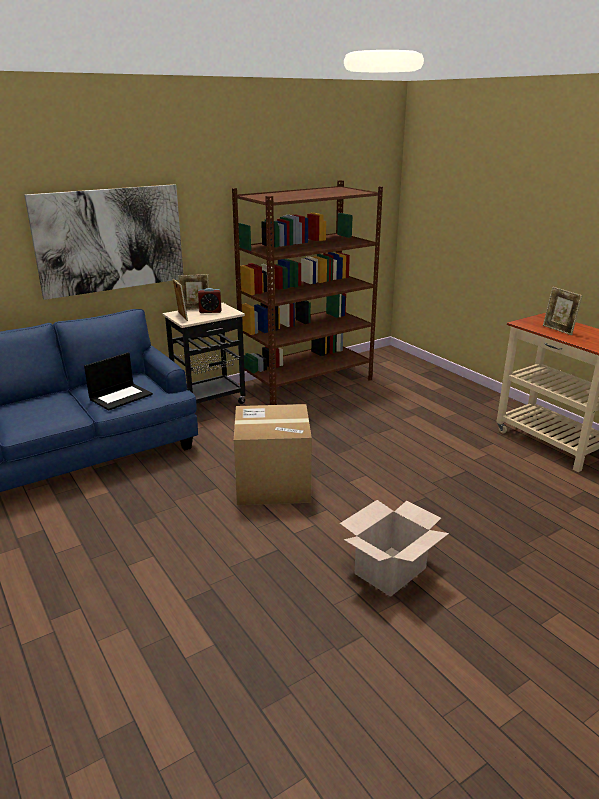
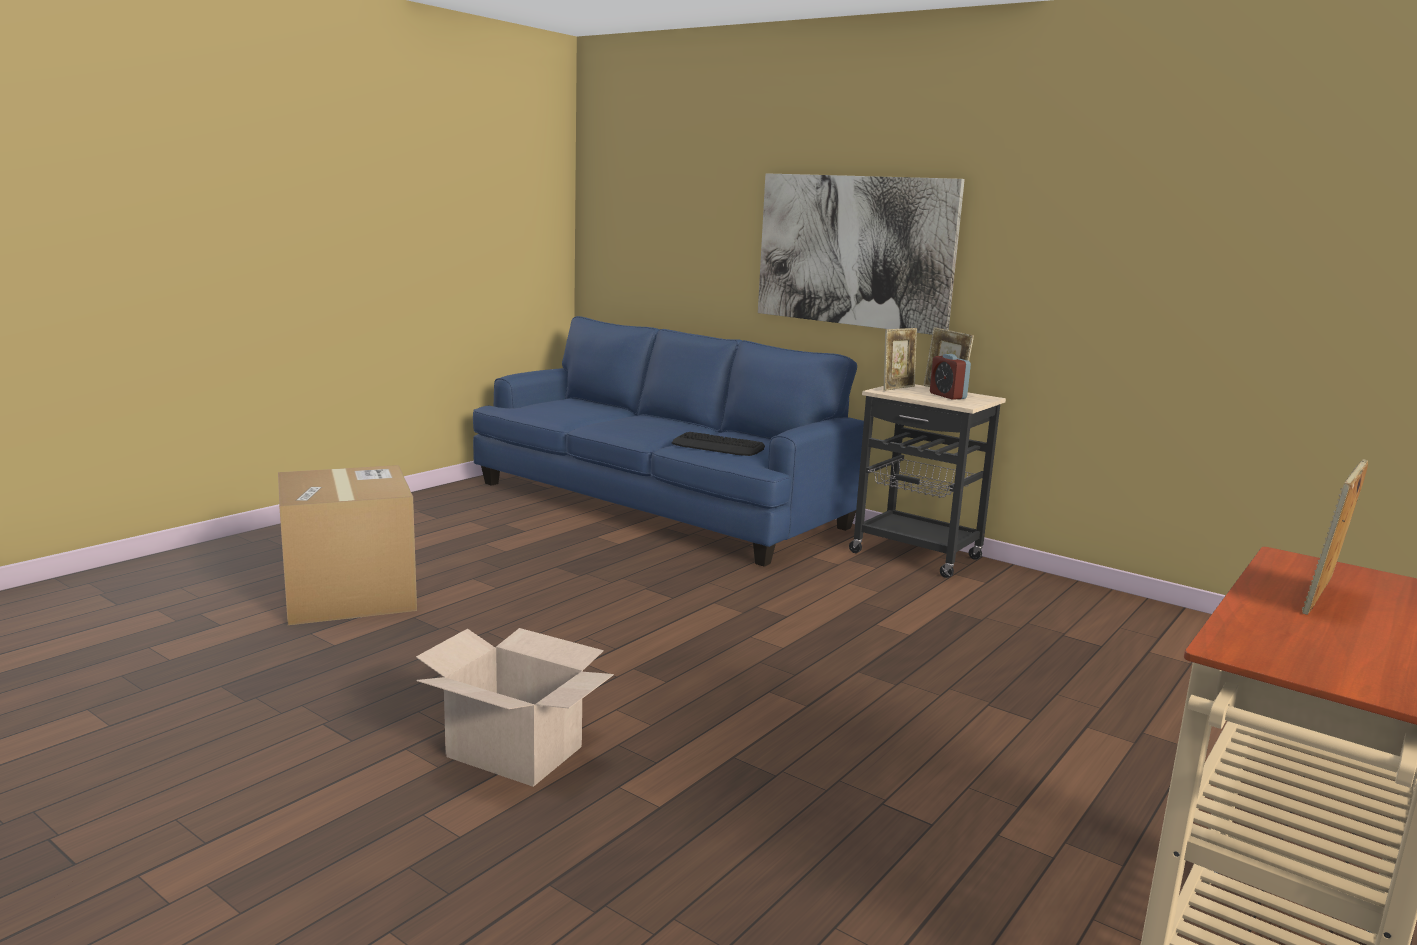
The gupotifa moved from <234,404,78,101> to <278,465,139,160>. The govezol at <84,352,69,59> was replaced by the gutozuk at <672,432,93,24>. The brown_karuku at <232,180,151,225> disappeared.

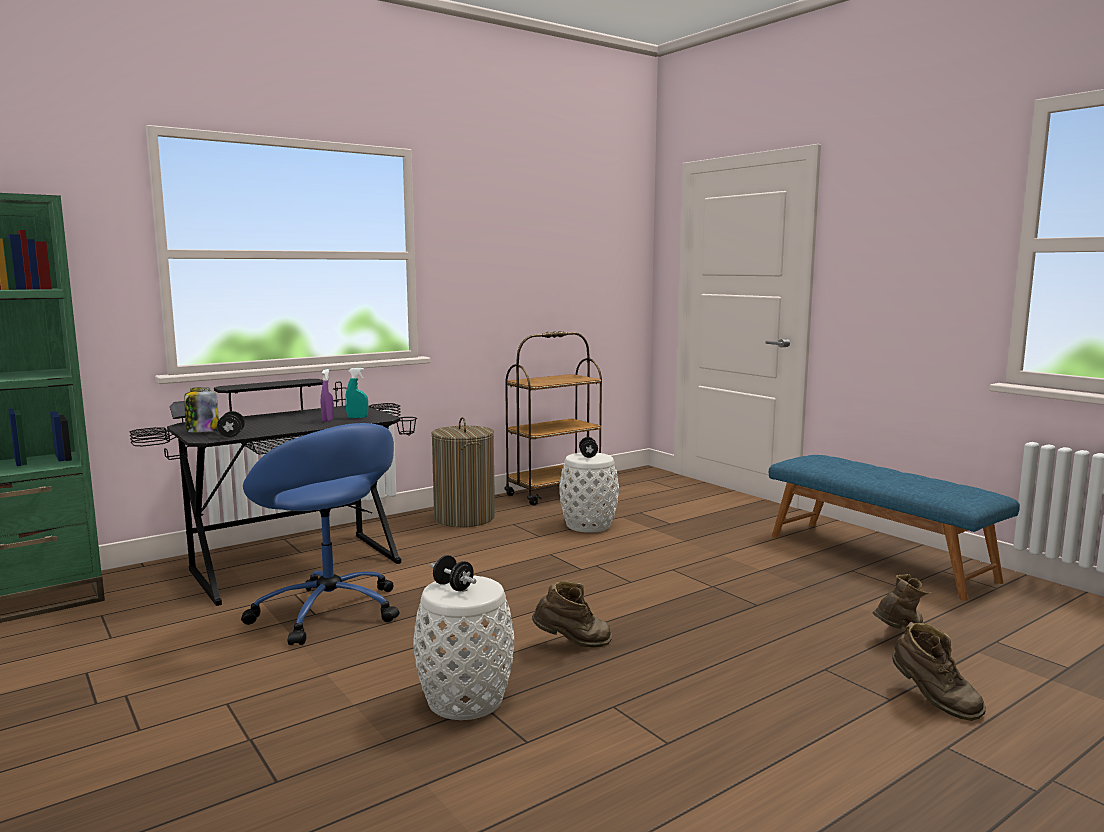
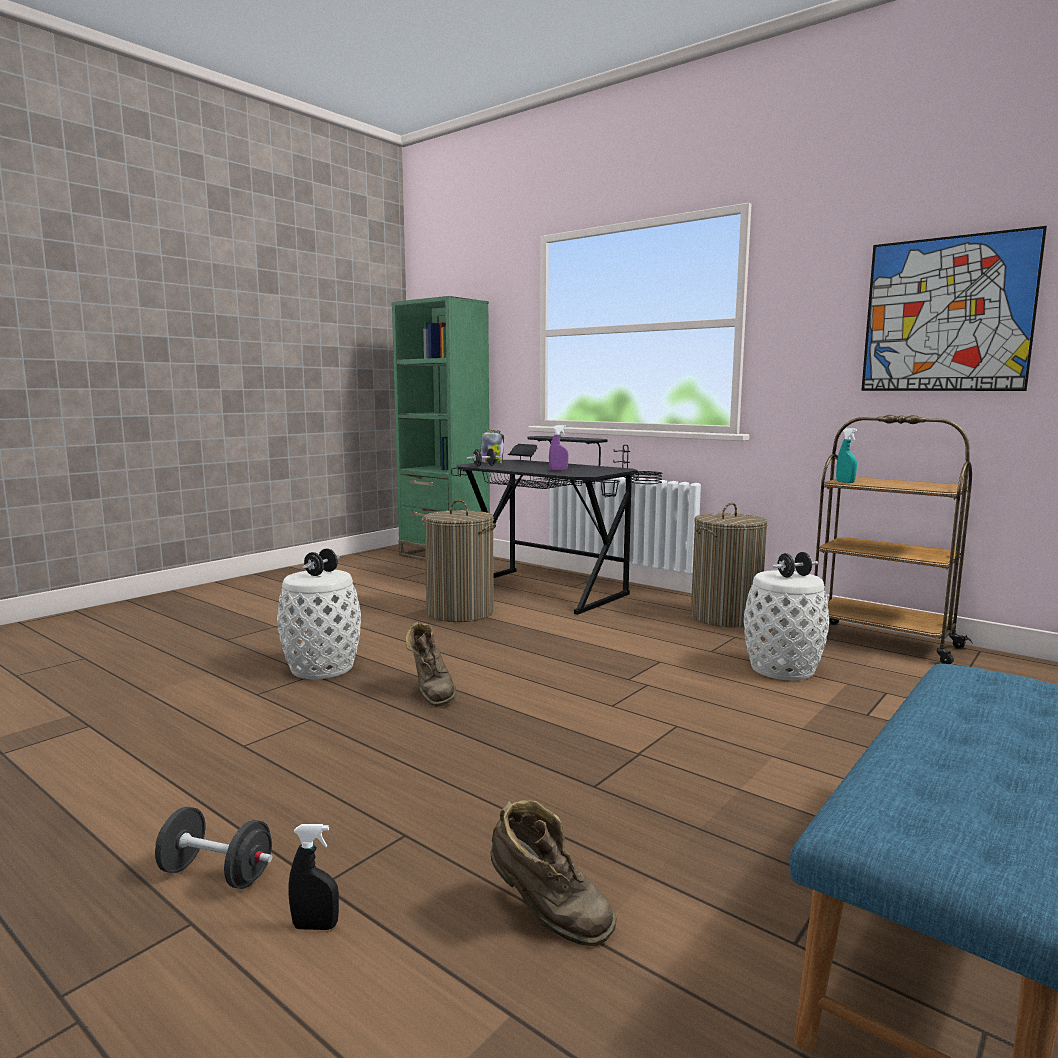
The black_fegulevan at <155,807,118,82> appeared. The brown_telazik at <892,622,94,99> was replaced by the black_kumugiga at <289,824,50,106>. The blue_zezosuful at <241,423,158,222> was replaced by the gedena at <422,500,74,122>. The turquoise_kumugiga moved from <345,368,23,50> to <836,428,21,55>. The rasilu at <861,226,186,165> appeared.

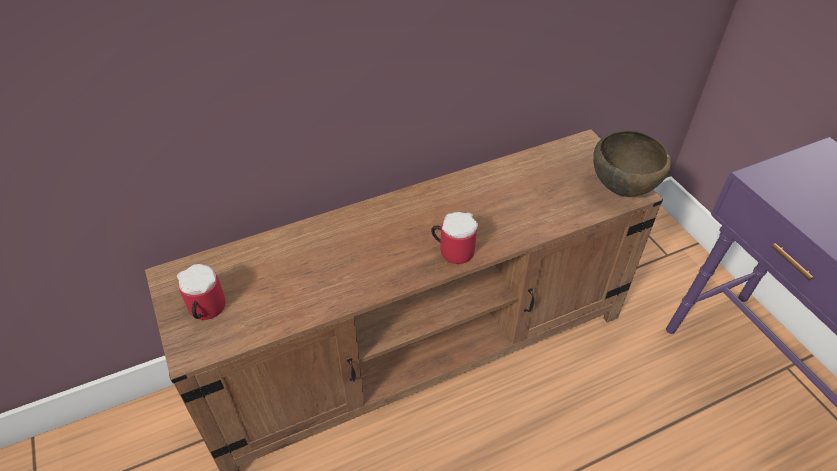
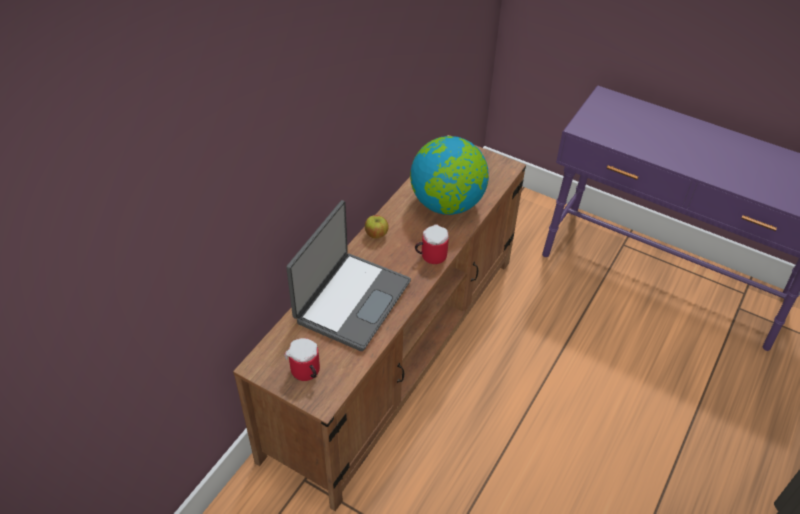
The govezol at <286,200,125,151> appeared. The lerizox at <365,215,24,24> appeared. The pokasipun at <410,136,79,79> appeared. The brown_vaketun at <593,130,78,67> disappeared.

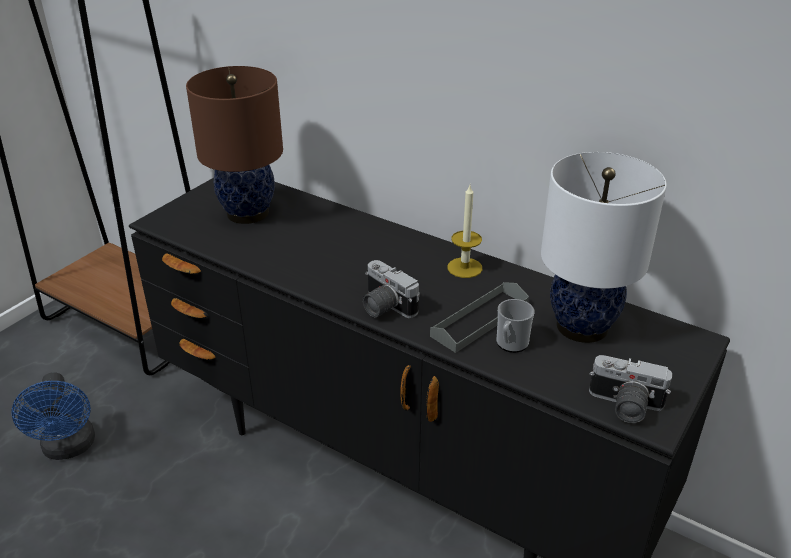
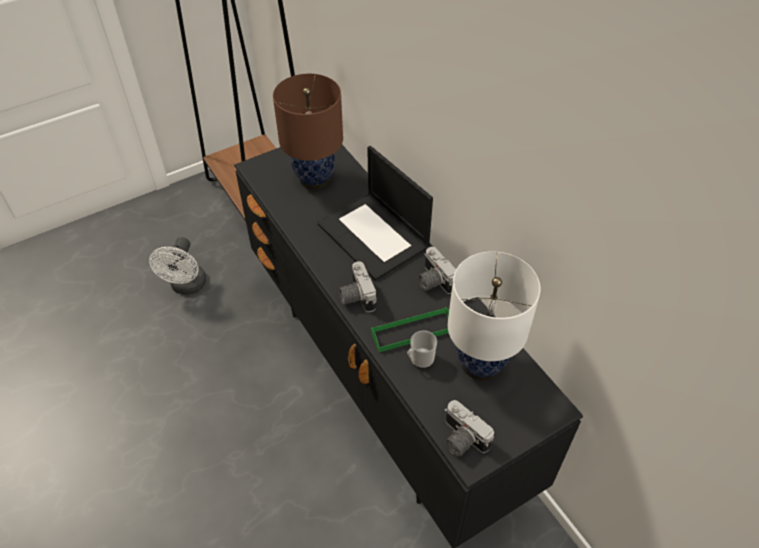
The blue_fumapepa at <11,372,84,88> became the white_fumapepa at <149,237,58,58>. The govezol at <317,146,116,135> appeared. The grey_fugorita at <430,282,99,71> became the green_fugorita at <371,307,78,45>. The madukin at <447,185,36,93> was replaced by the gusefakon at <418,247,38,47>.

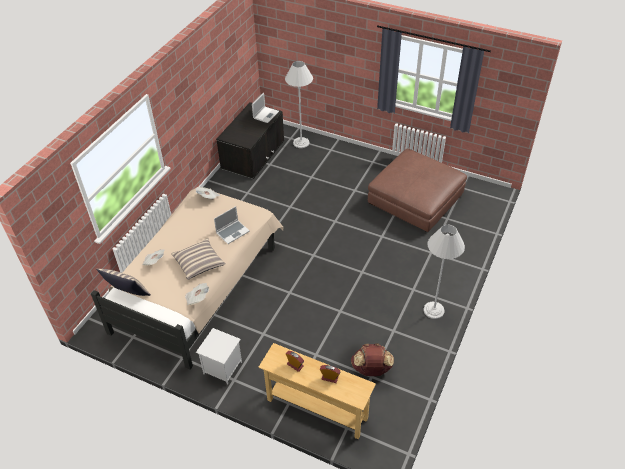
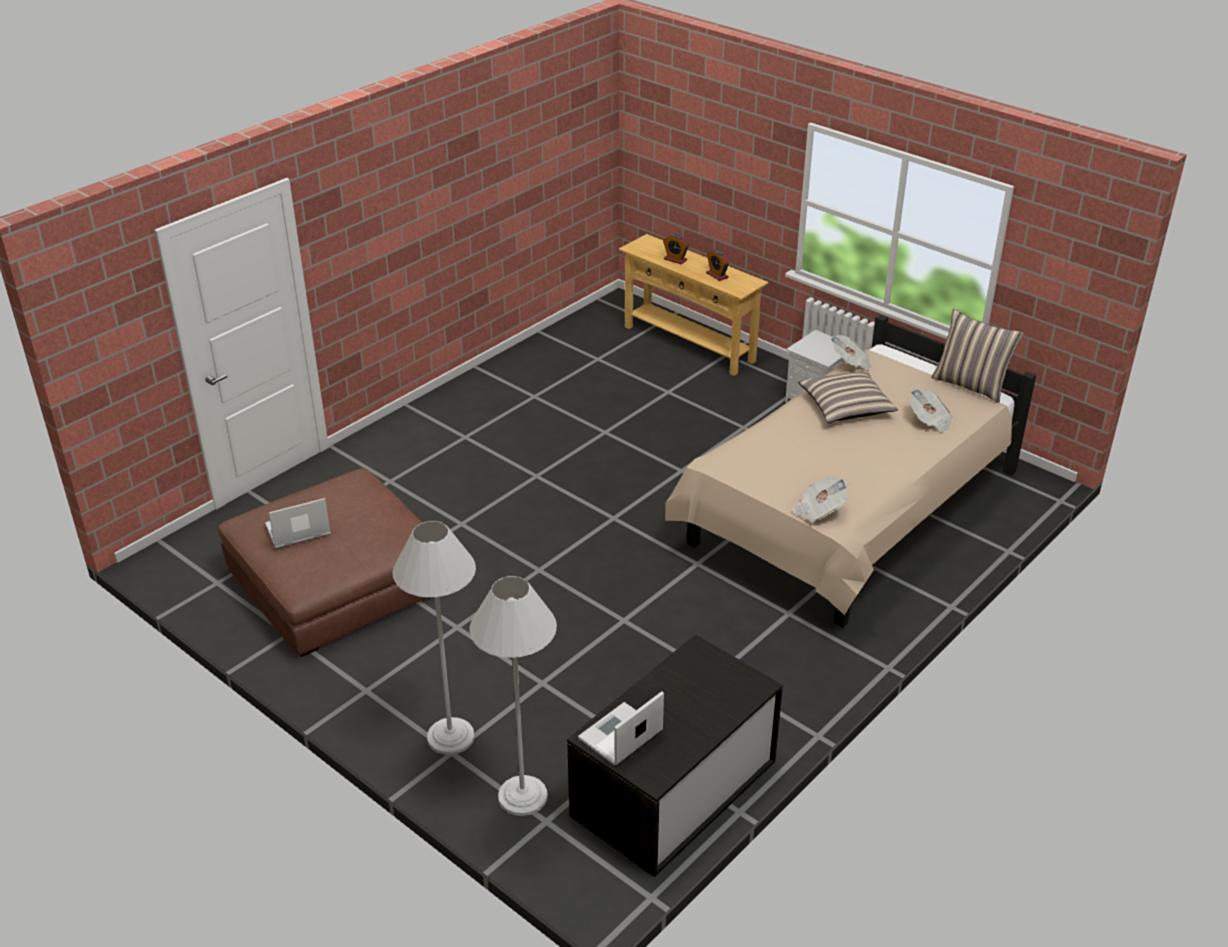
The govezol moved from <214,206,36,38> to <265,498,66,50>. The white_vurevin moved from <423,224,42,95> to <392,520,84,235>. The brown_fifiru at <351,343,43,33> disappeared.

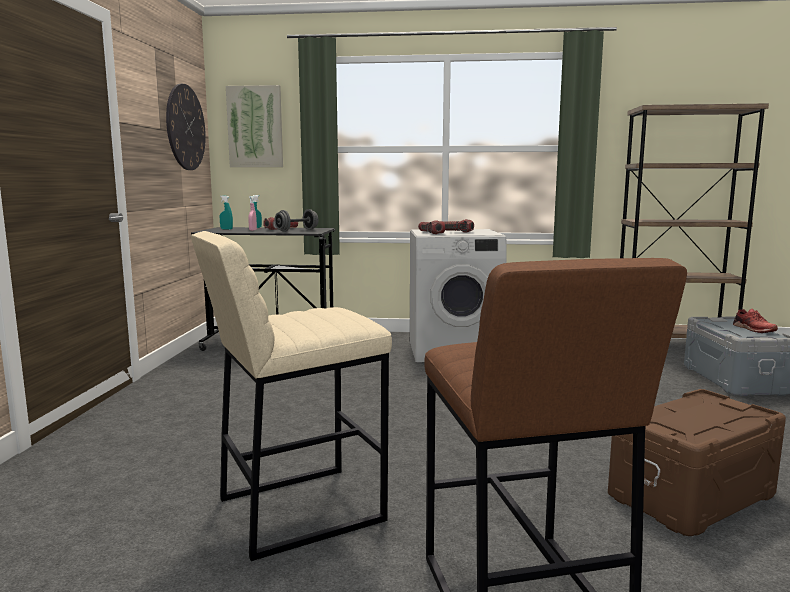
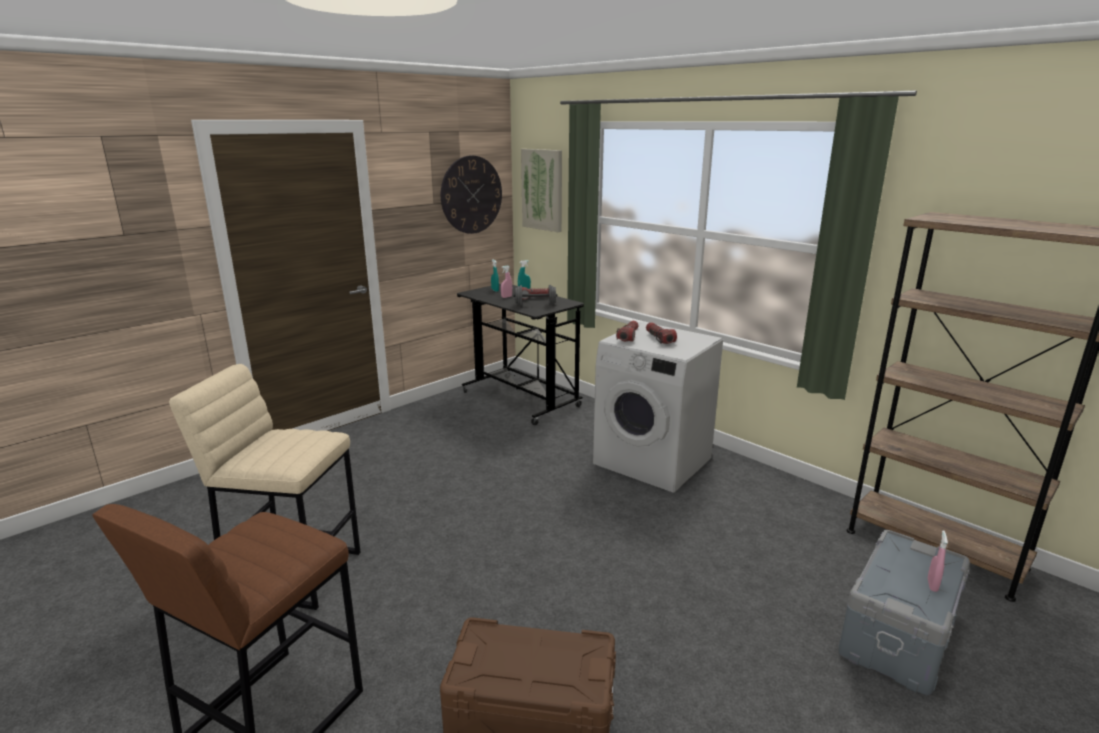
The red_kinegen at <733,309,45,24> was replaced by the pink_kumugiga at <928,530,20,62>.

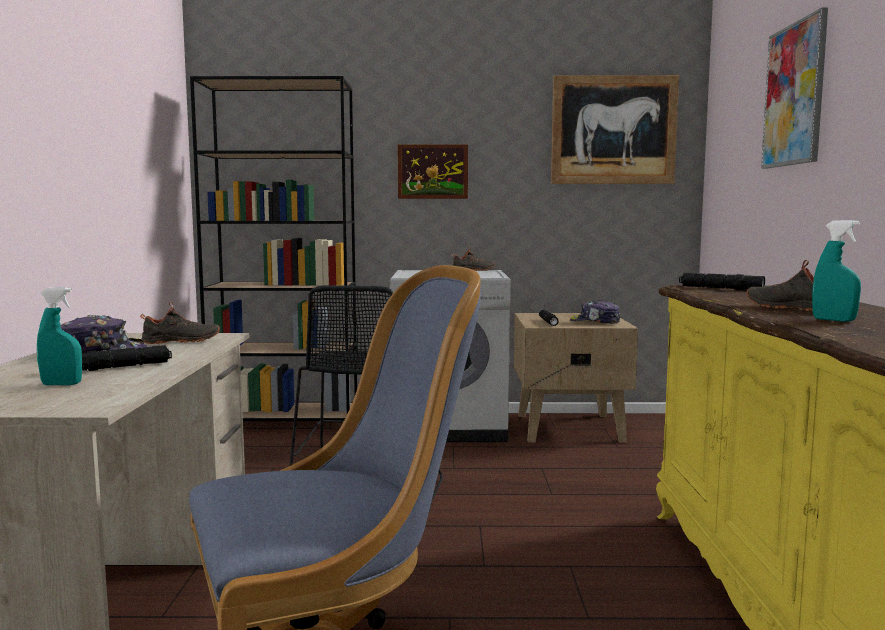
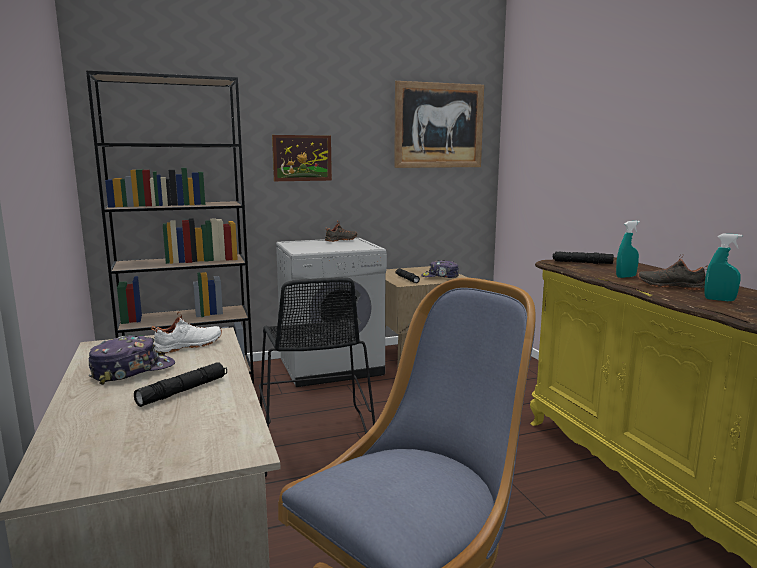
The black_kinegen at <140,302,80,42> became the white_kinegen at <151,312,71,41>. The turquoise_kumugiga moved from <37,287,45,98> to <616,221,24,57>. The rasilu at <761,8,67,161> disappeared.

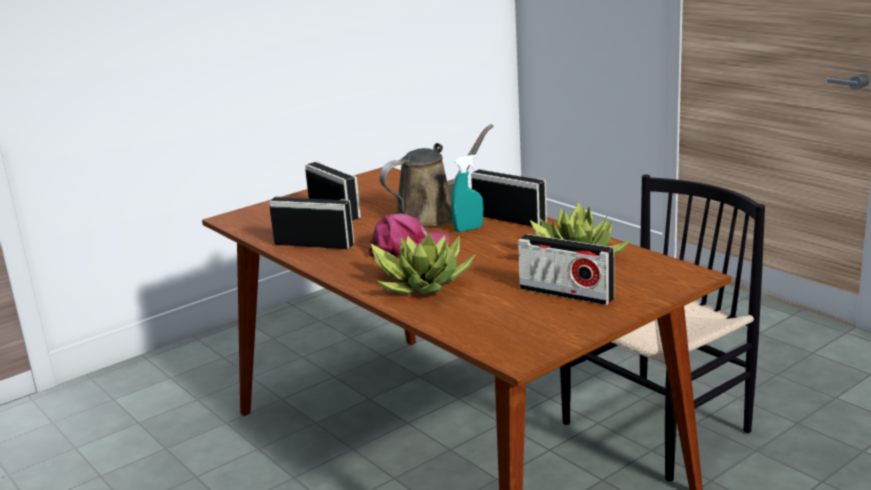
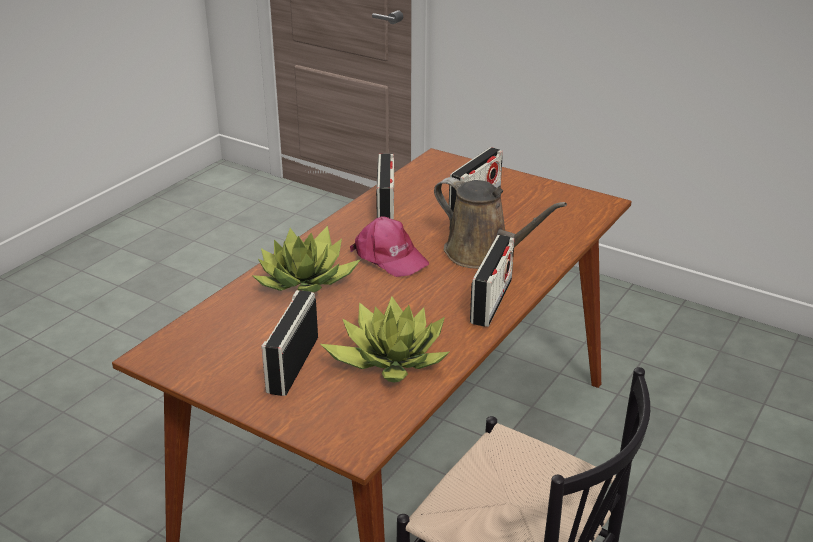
The turquoise_kumugiga at <451,155,32,77> disappeared.

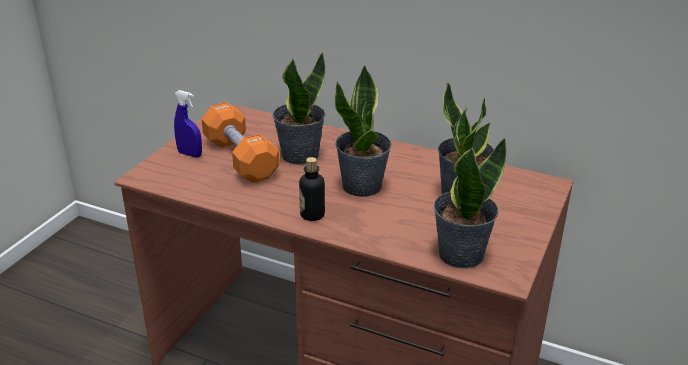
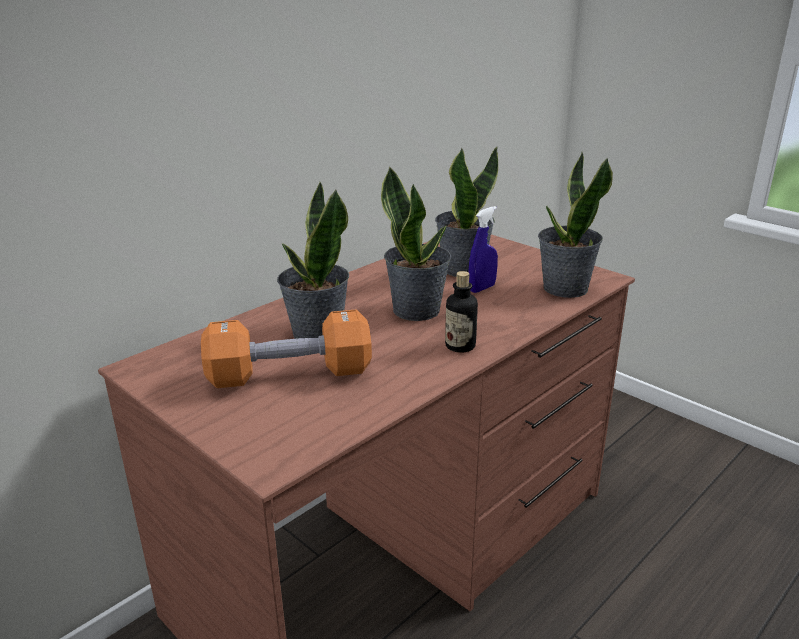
The blue_kumugiga moved from <174,90,28,67> to <469,206,29,87>.

